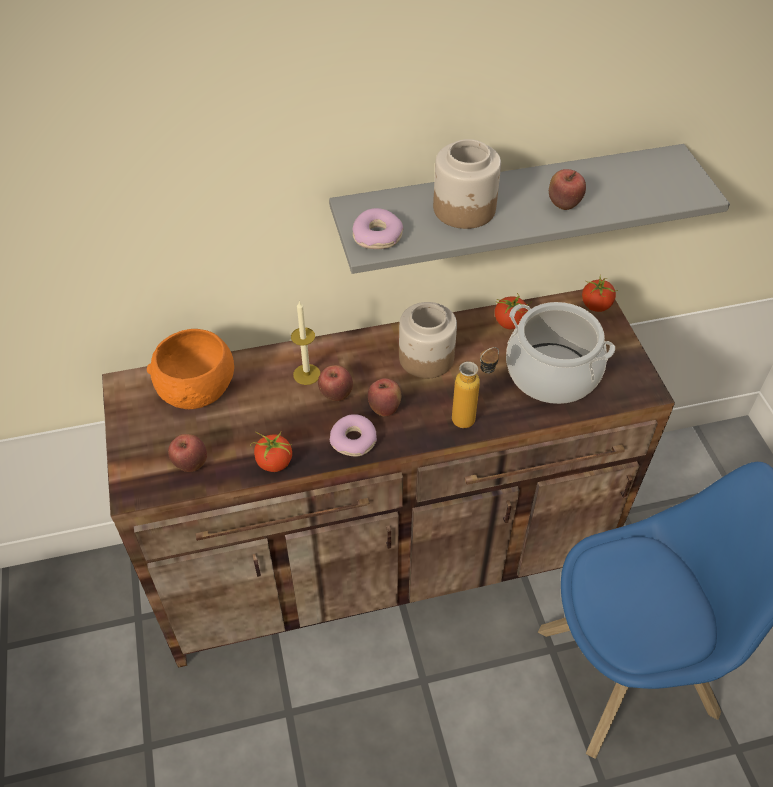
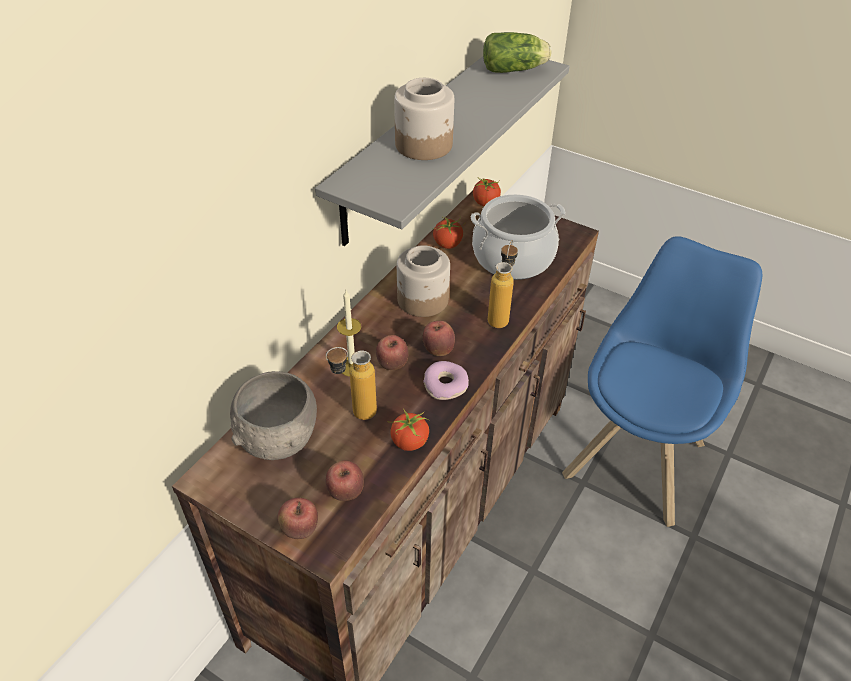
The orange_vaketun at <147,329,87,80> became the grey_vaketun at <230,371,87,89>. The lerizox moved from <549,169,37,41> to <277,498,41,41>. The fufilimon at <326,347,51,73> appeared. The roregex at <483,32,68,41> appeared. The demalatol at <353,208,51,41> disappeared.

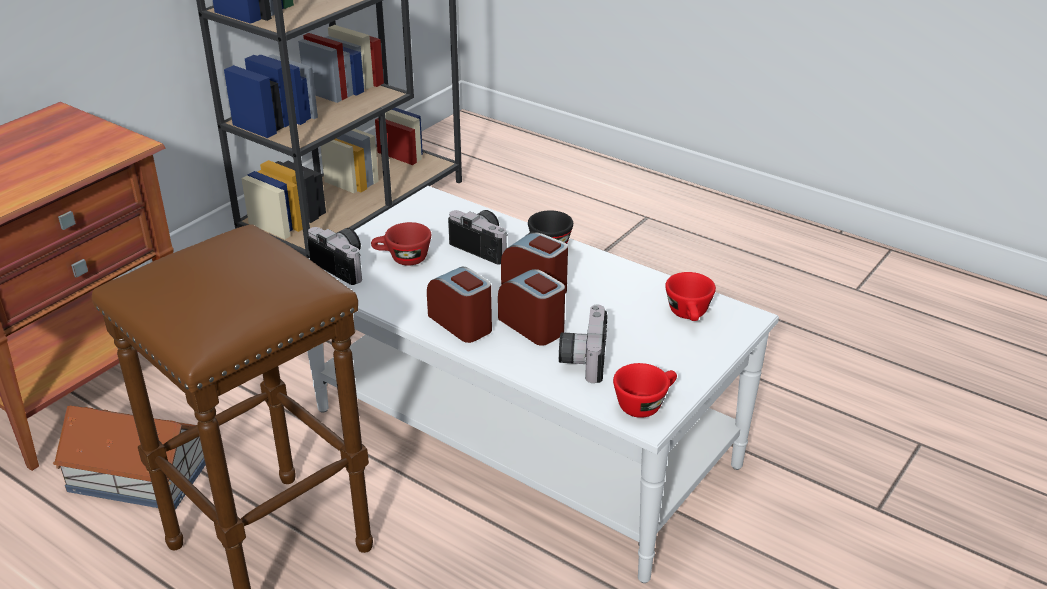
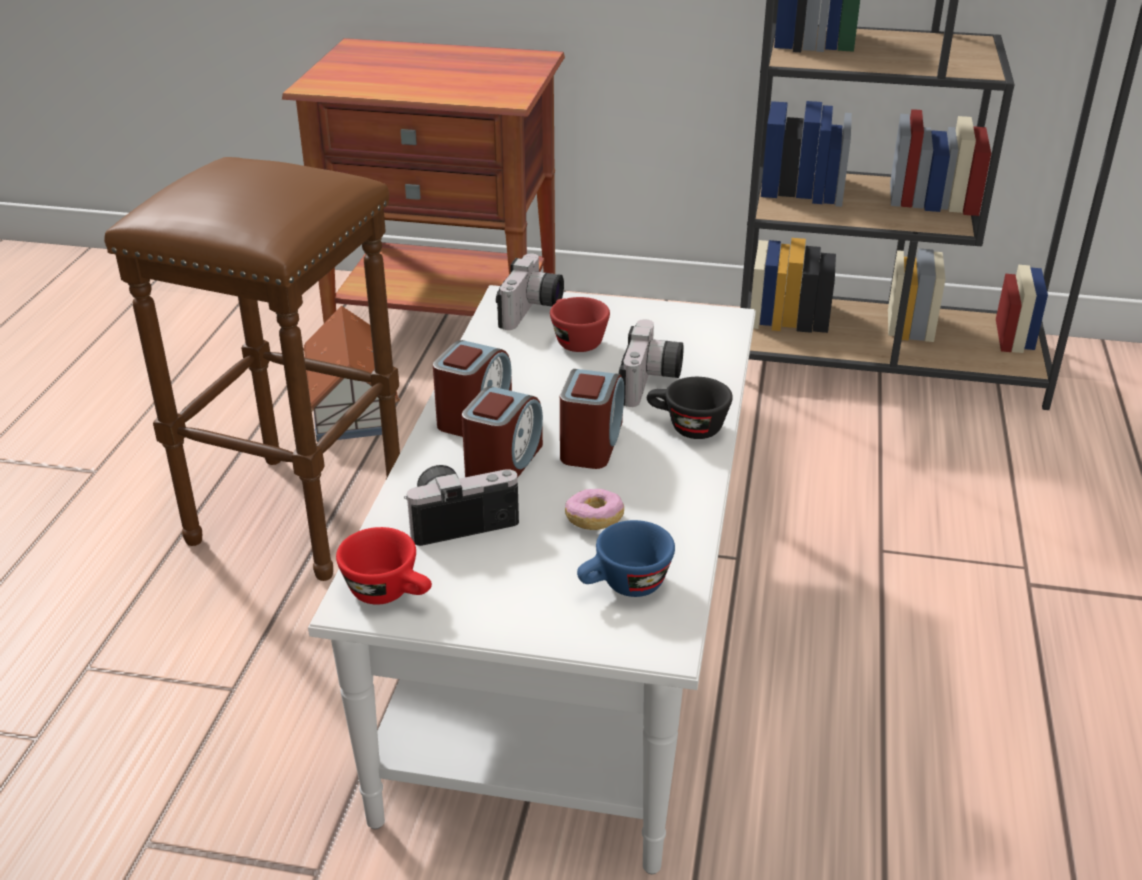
The demalatol at <565,489,59,41> appeared. The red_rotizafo at <665,272,51,49> became the blue_rotizafo at <577,520,98,77>.

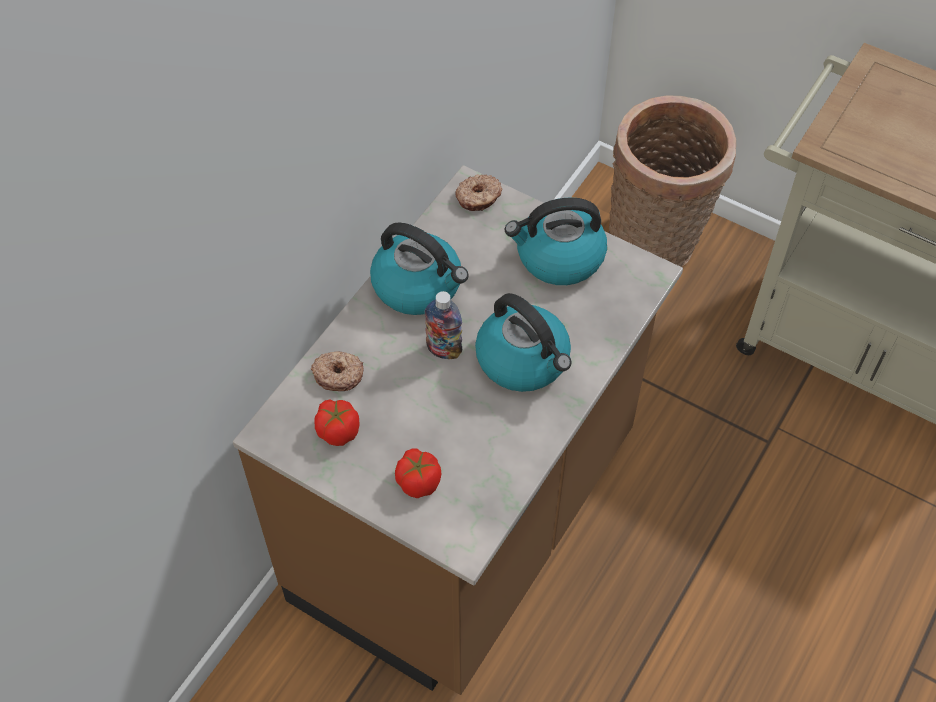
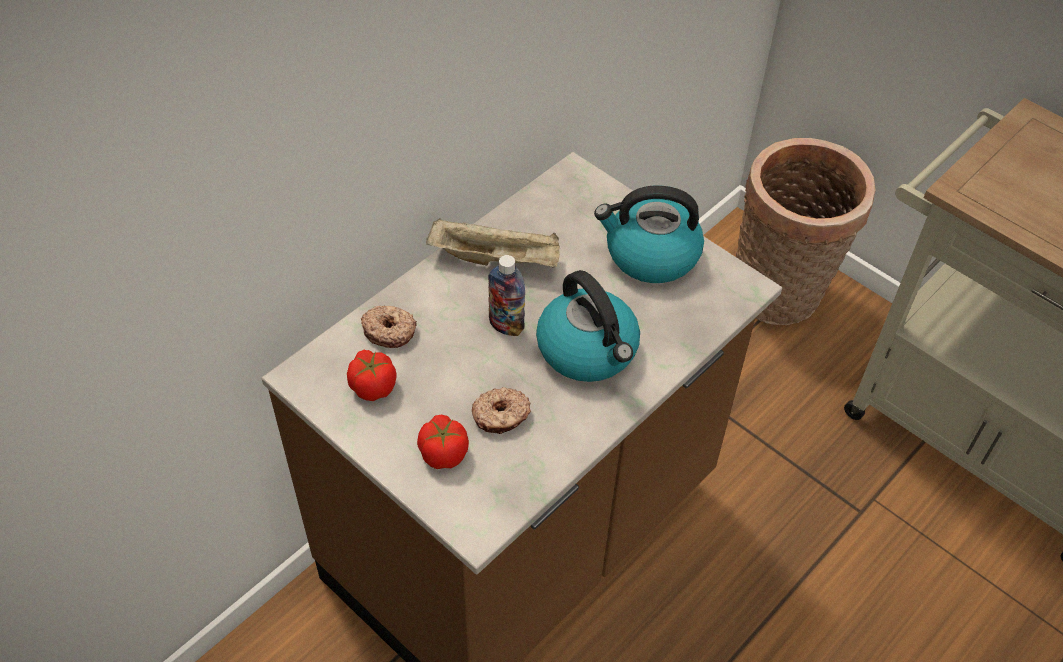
The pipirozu at <370,223,98,92> was replaced by the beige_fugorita at <426,218,134,50>. The demalatol moved from <455,174,48,37> to <472,387,59,47>.

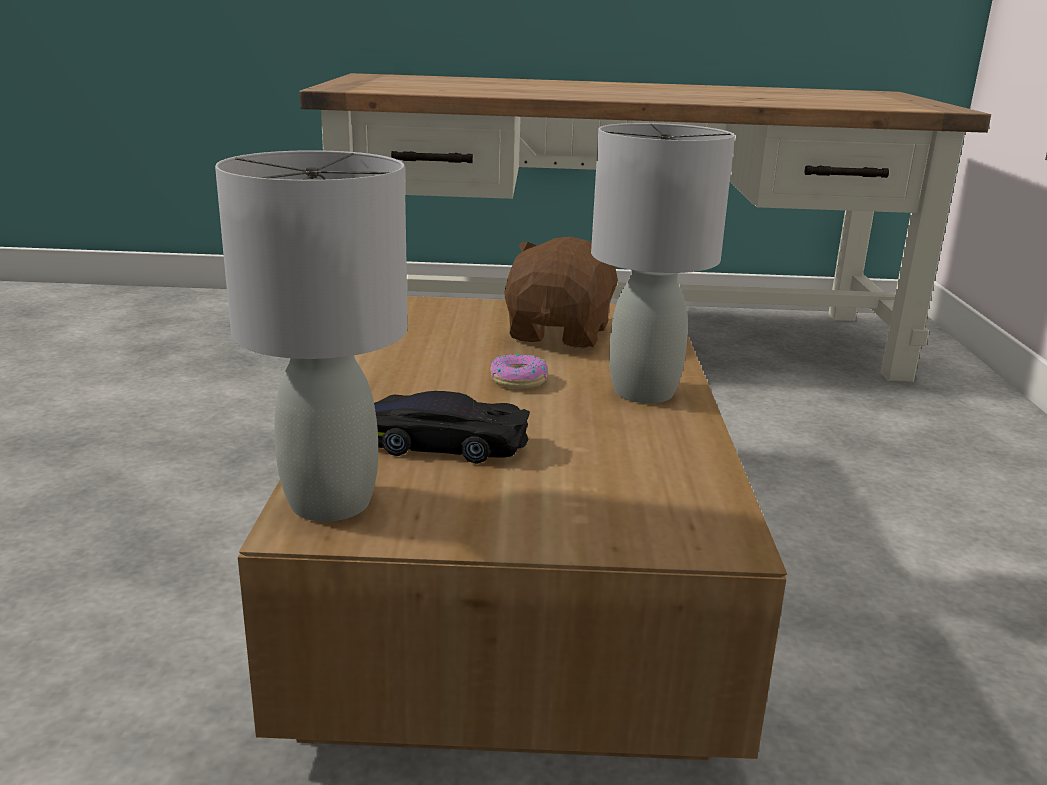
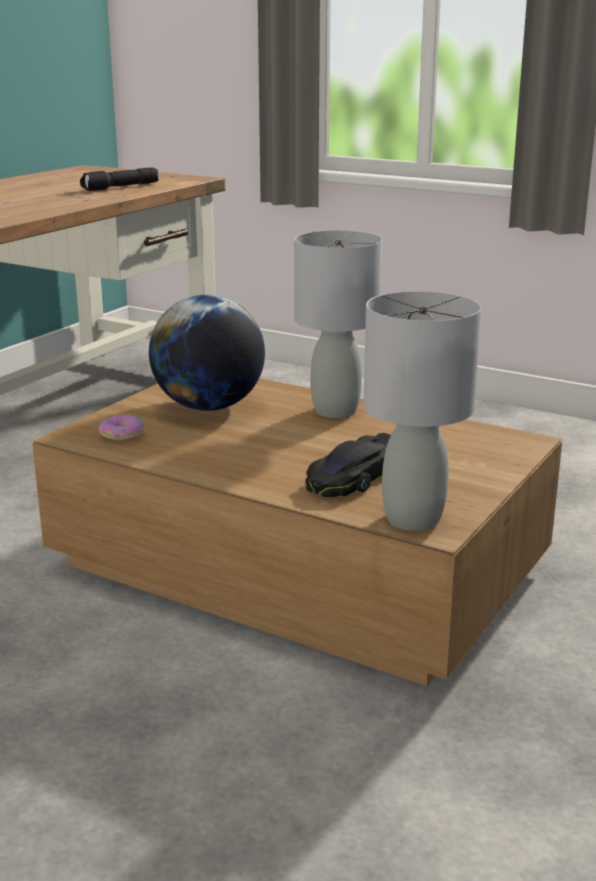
The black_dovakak at <80,167,79,24> appeared. The demalatol moved from <490,353,58,36> to <98,414,46,27>. The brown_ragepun at <504,237,114,111> was replaced by the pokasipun at <149,295,116,116>.

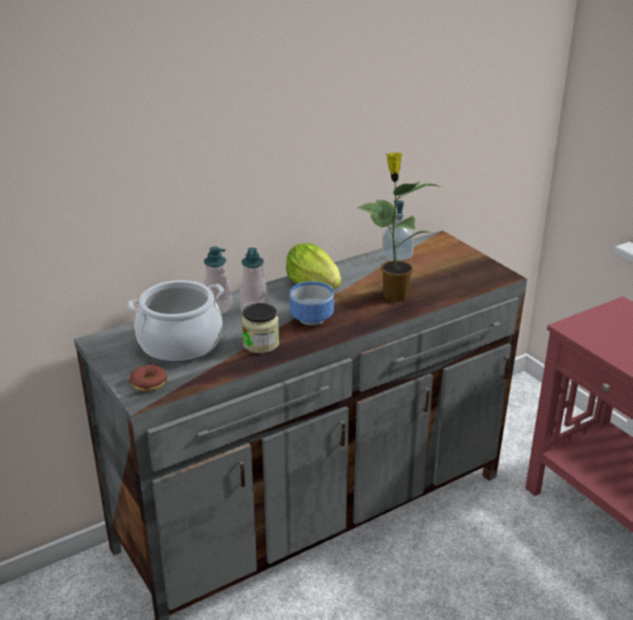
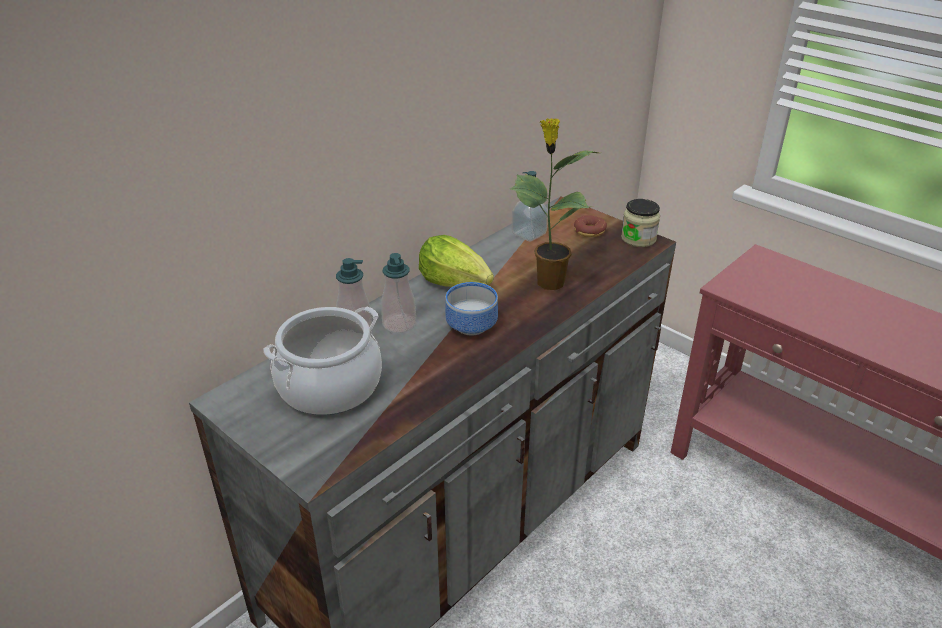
The demalatol moved from <129,365,38,26> to <574,215,33,22>. The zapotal moved from <242,303,37,50> to <621,199,39,48>.

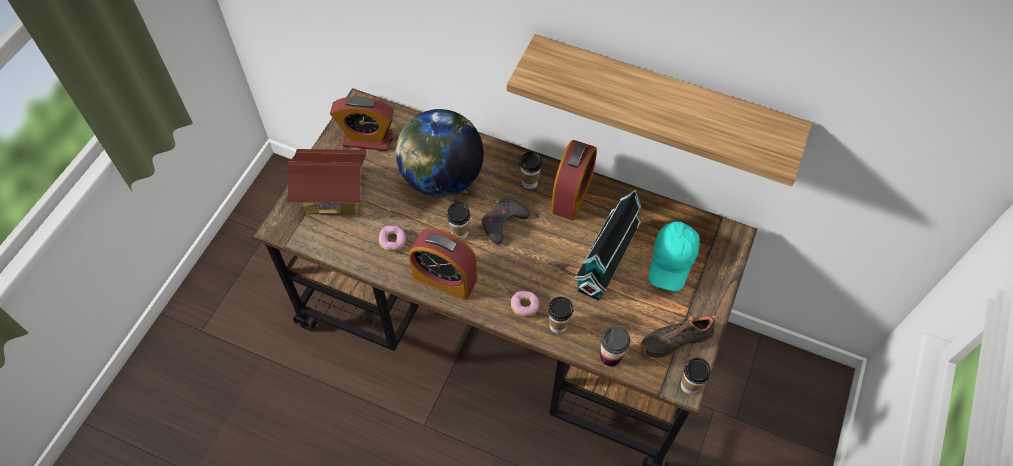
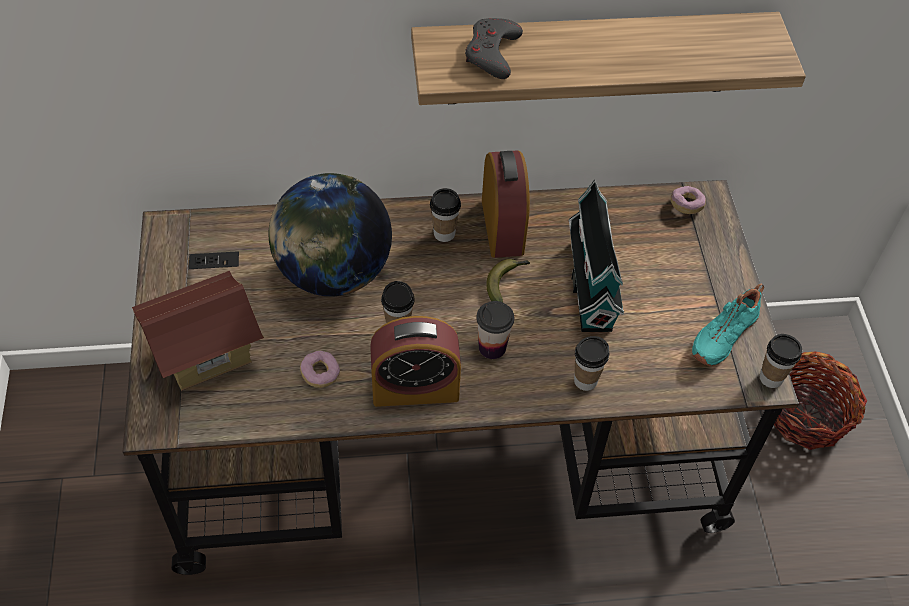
The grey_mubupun moved from <481,199,49,46> to <465,18,58,61>. The rotizafo moved from <600,326,30,40> to <476,301,38,58>. The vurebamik at <486,259,44,43> appeared. The demalatol moved from <511,291,28,26> to <671,186,35,28>. The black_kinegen at <641,315,78,43> became the turquoise_kinegen at <692,284,72,82>. The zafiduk at <774,351,93,99> appeared. The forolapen at <330,97,64,54> disappeared. The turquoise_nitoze at <648,221,52,70> disappeared.

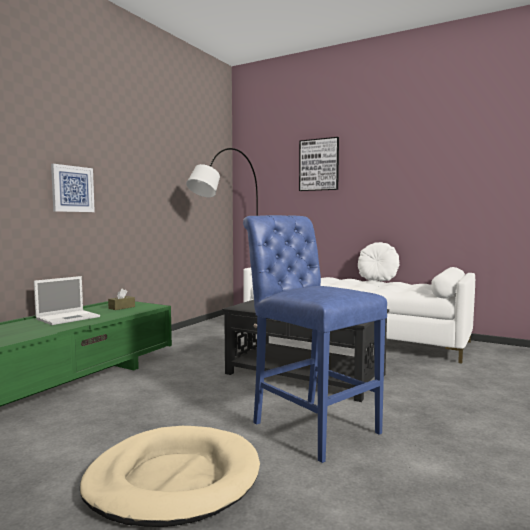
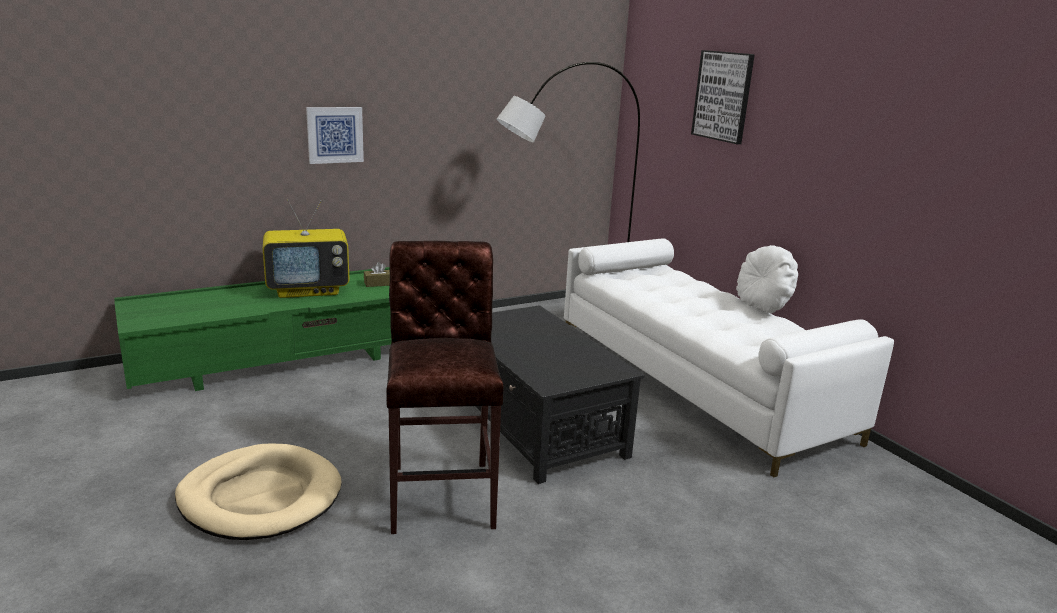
The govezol at <34,276,66,49> was replaced by the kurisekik at <263,200,86,98>. The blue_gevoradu at <243,215,144,248> became the brown_gevoradu at <386,241,118,293>.

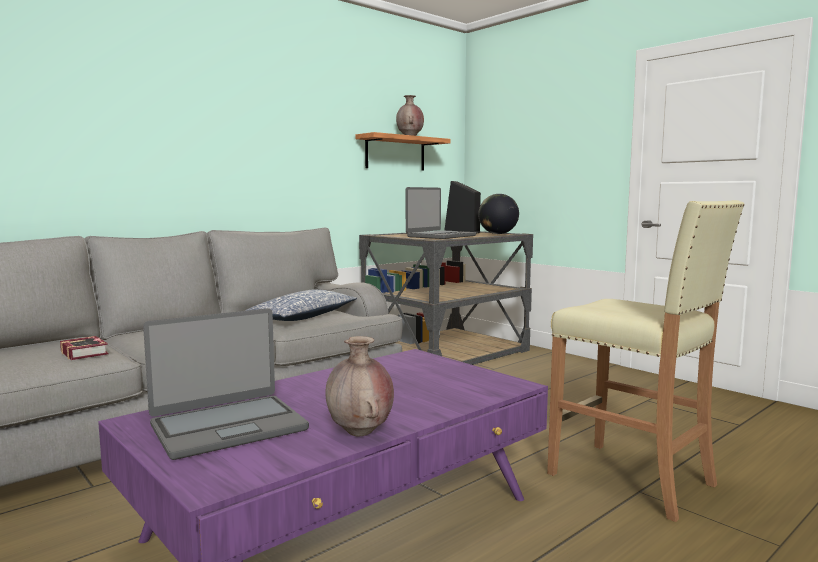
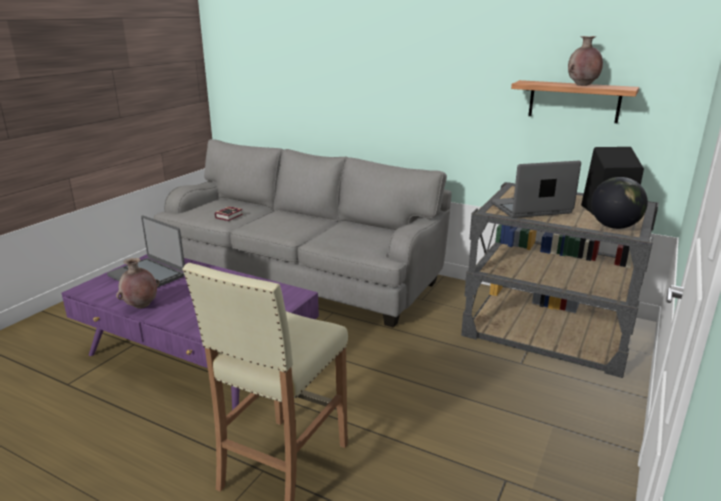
The govezol at <406,187,70,52> turned 150 degrees clockwise. The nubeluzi at <245,290,112,31> disappeared.

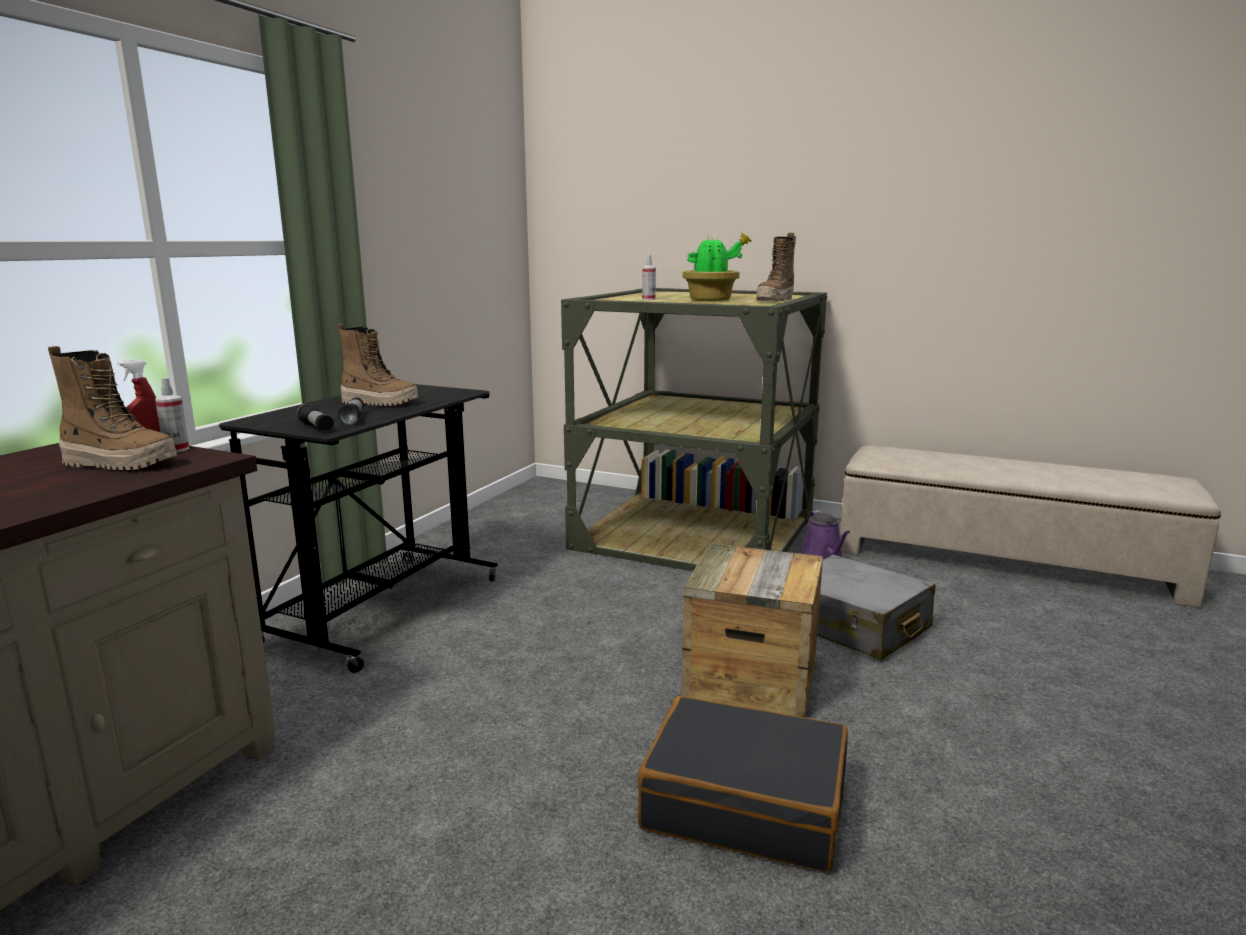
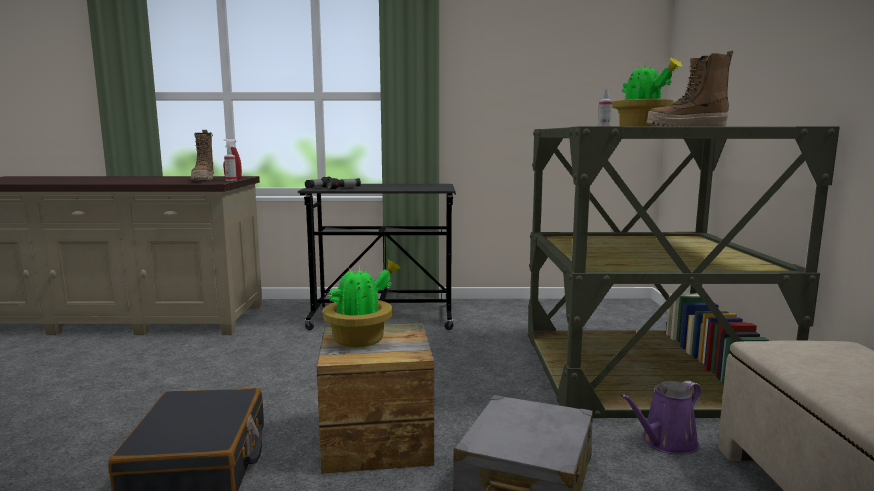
The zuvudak at <323,259,77,88> appeared. The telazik at <338,324,80,82> disappeared.

